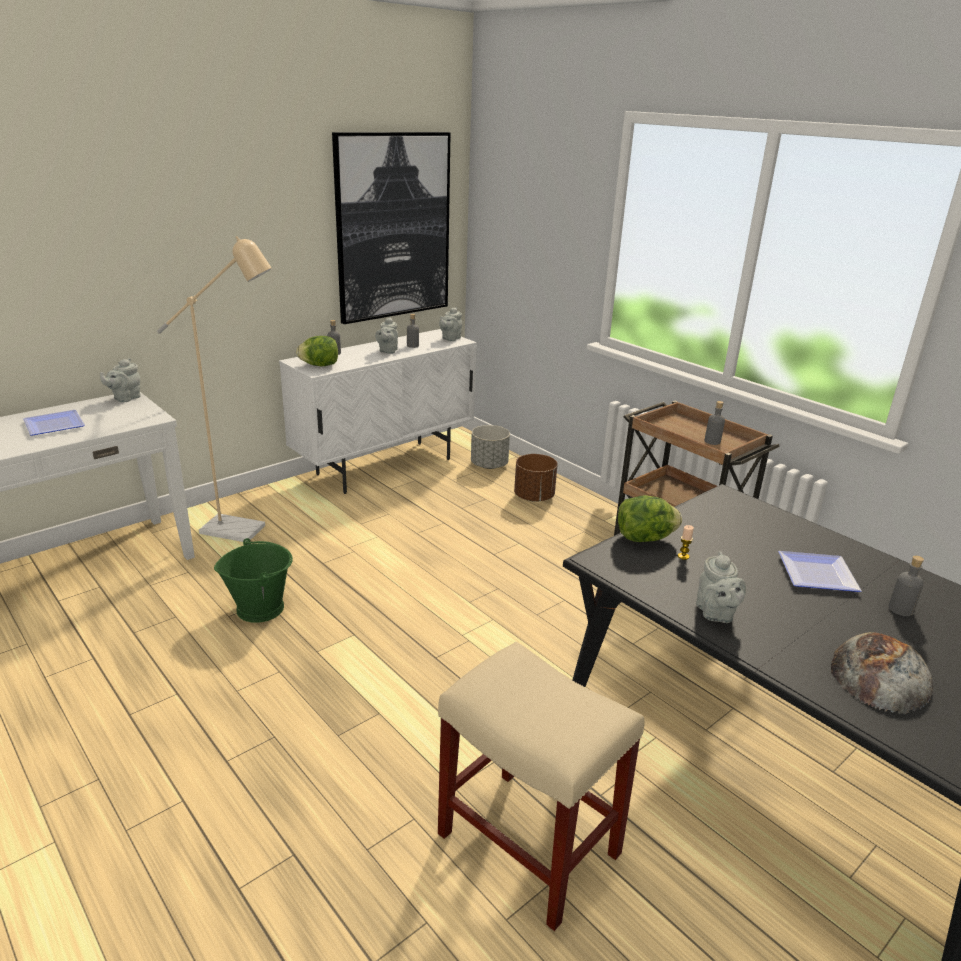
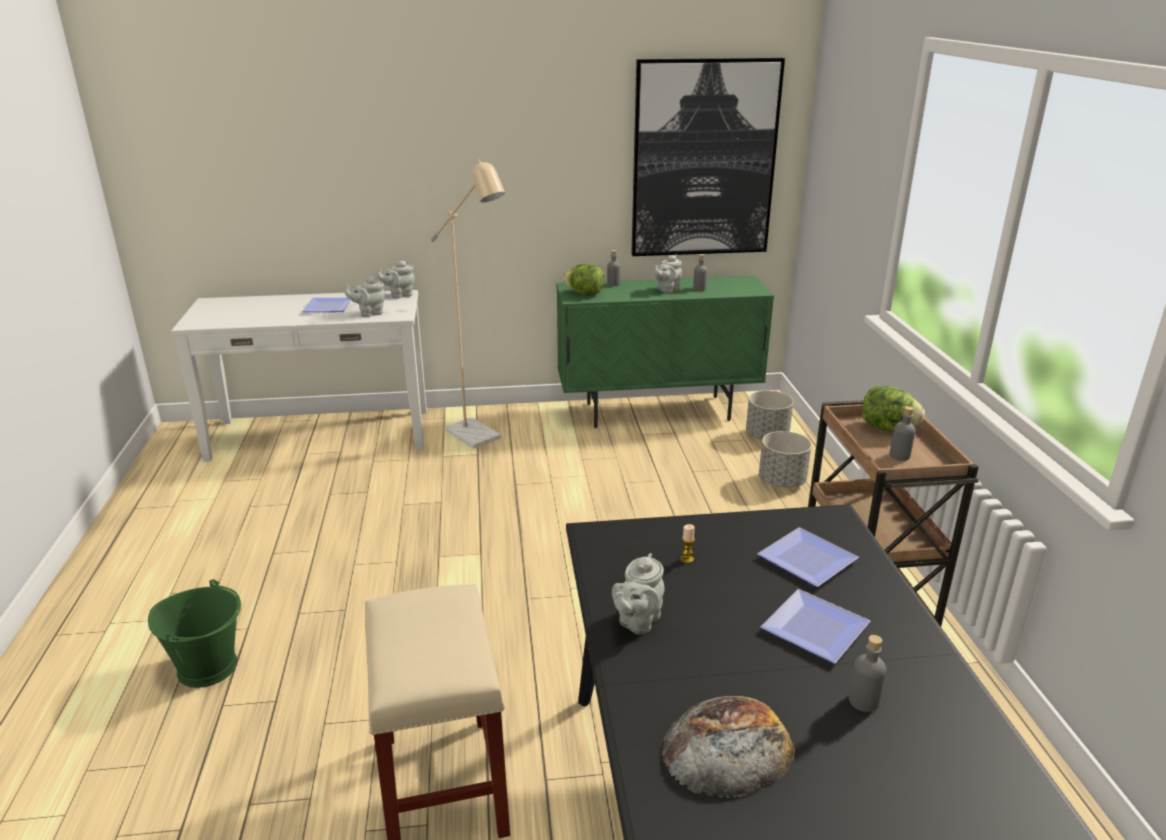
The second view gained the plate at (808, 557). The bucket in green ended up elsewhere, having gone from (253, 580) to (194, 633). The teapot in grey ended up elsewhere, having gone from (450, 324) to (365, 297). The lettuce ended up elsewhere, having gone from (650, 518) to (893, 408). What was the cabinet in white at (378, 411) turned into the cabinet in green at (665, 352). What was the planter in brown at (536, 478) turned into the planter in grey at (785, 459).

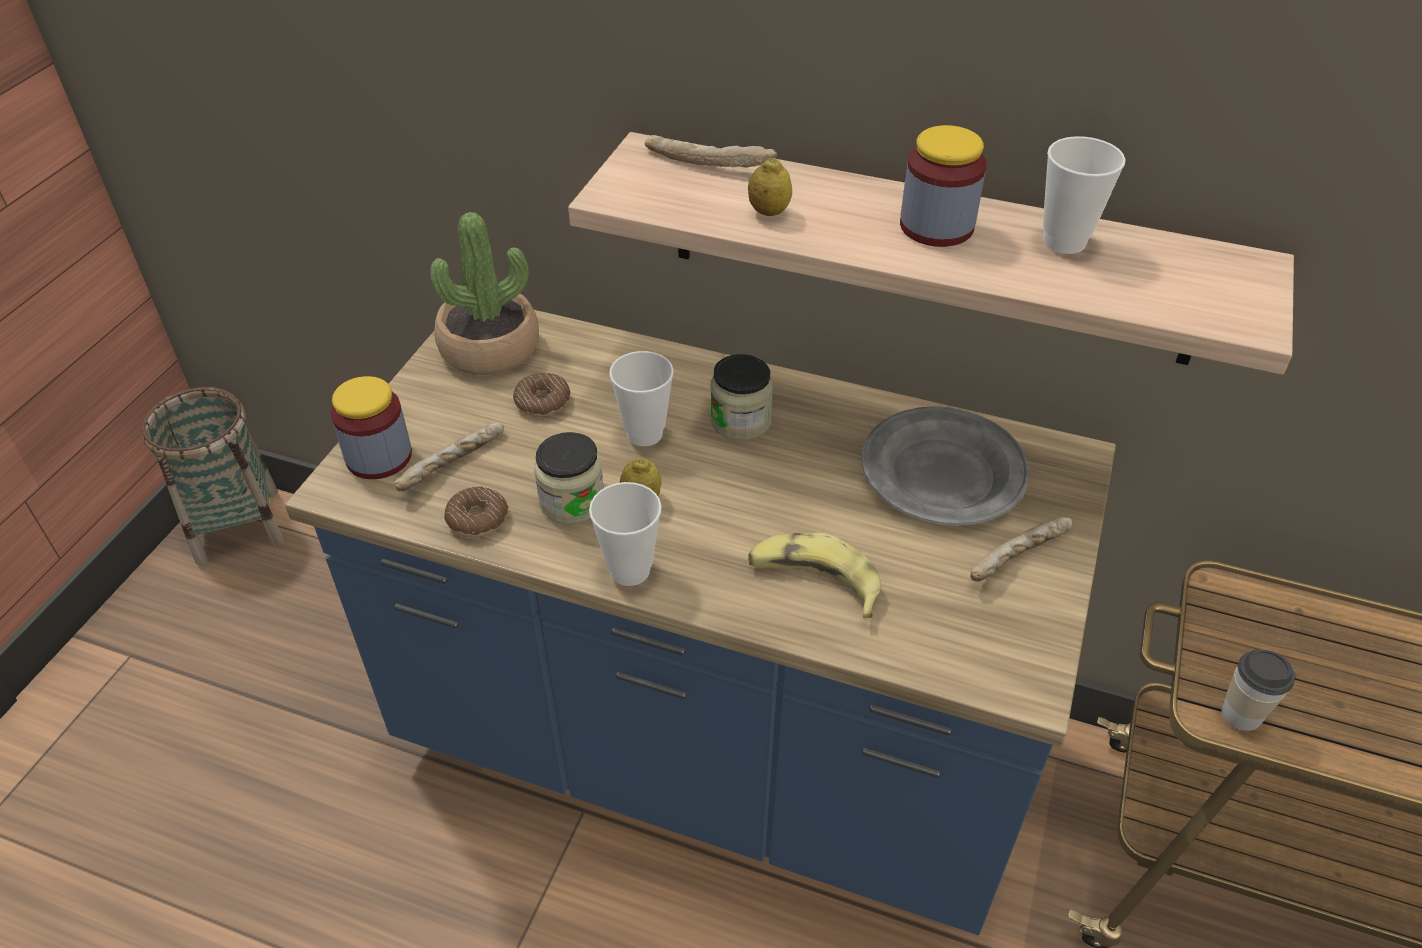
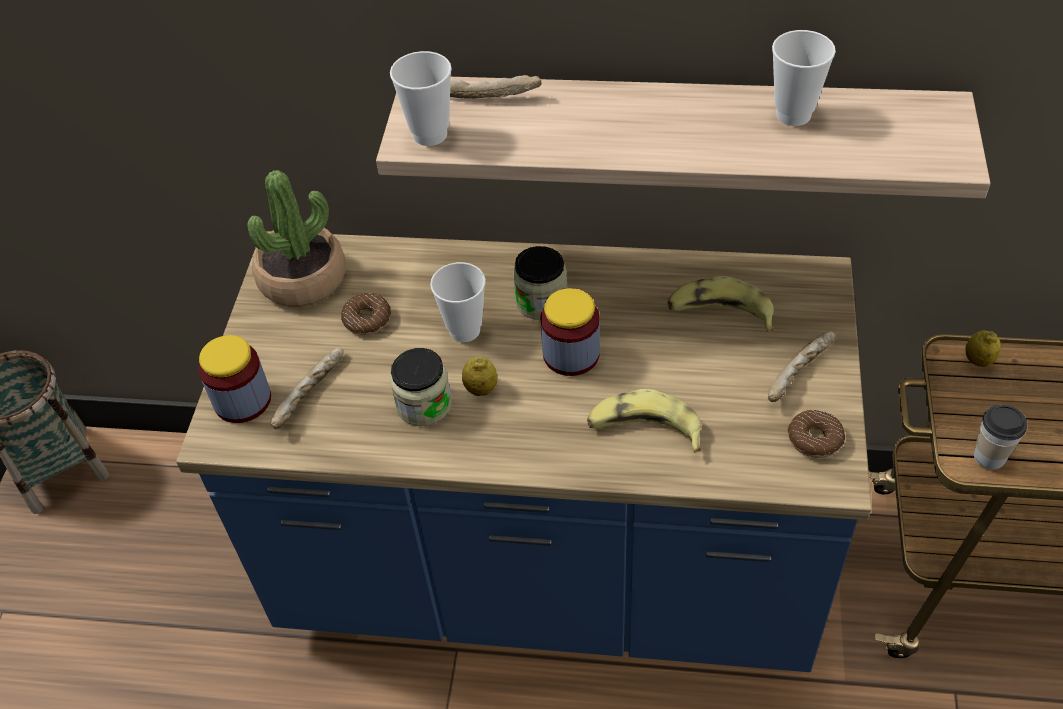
The donut ended up elsewhere, having gone from (476, 512) to (816, 434). The cup ended up elsewhere, having gone from (625, 534) to (421, 98). The lemon ended up elsewhere, having gone from (770, 187) to (983, 348). The jar ended up elsewhere, having gone from (943, 186) to (570, 332). Where the plate in grey stood at (945, 466), the banana came to stand at (721, 304).

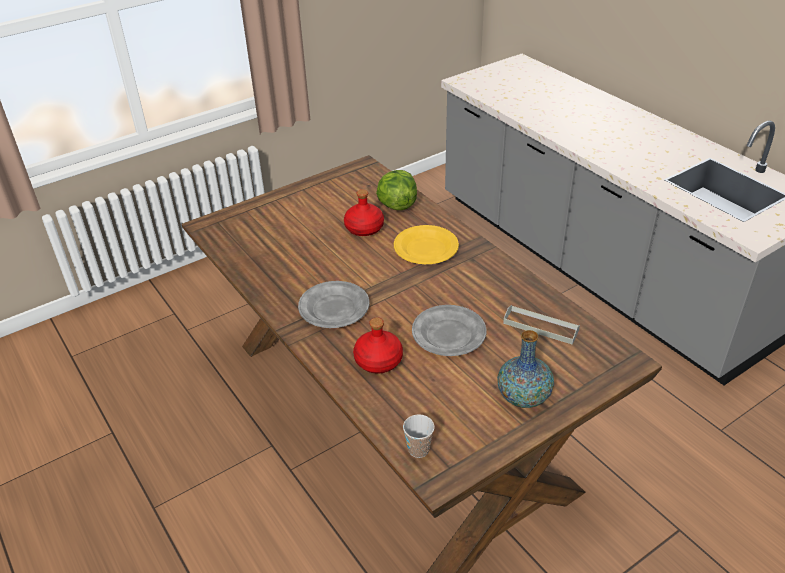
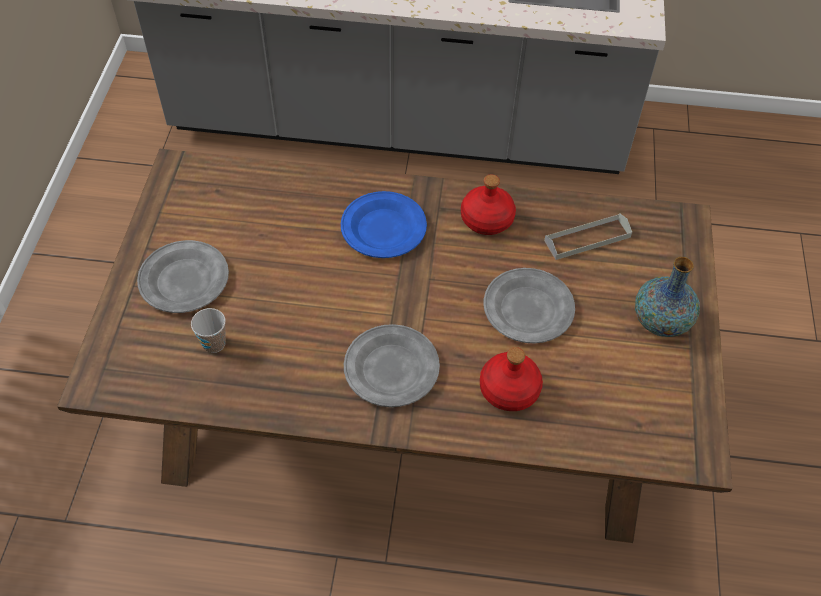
The second view lost the lettuce at (396, 190). The second view gained the plate in grey at (183, 276). The bottle in red ended up elsewhere, having gone from (364, 212) to (488, 204). The cup ended up elsewhere, having gone from (419, 436) to (208, 330). What was the plate in yellow at (426, 244) turned into the plate in blue at (384, 224).

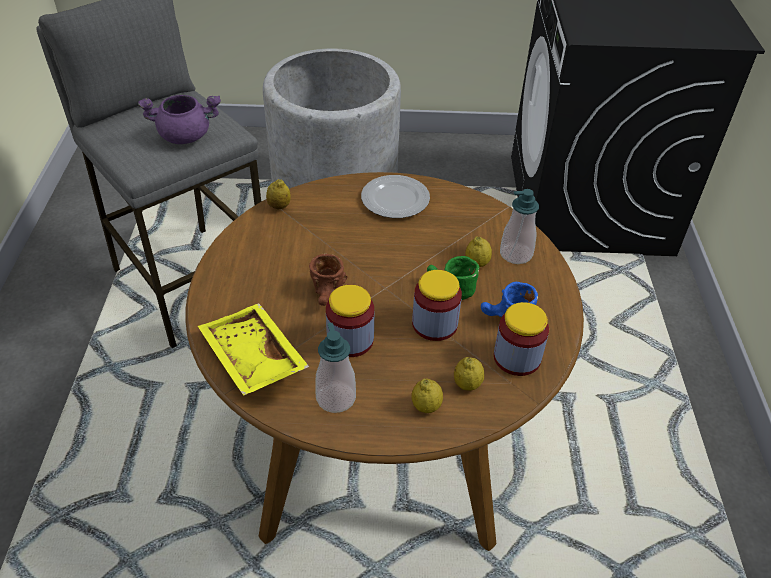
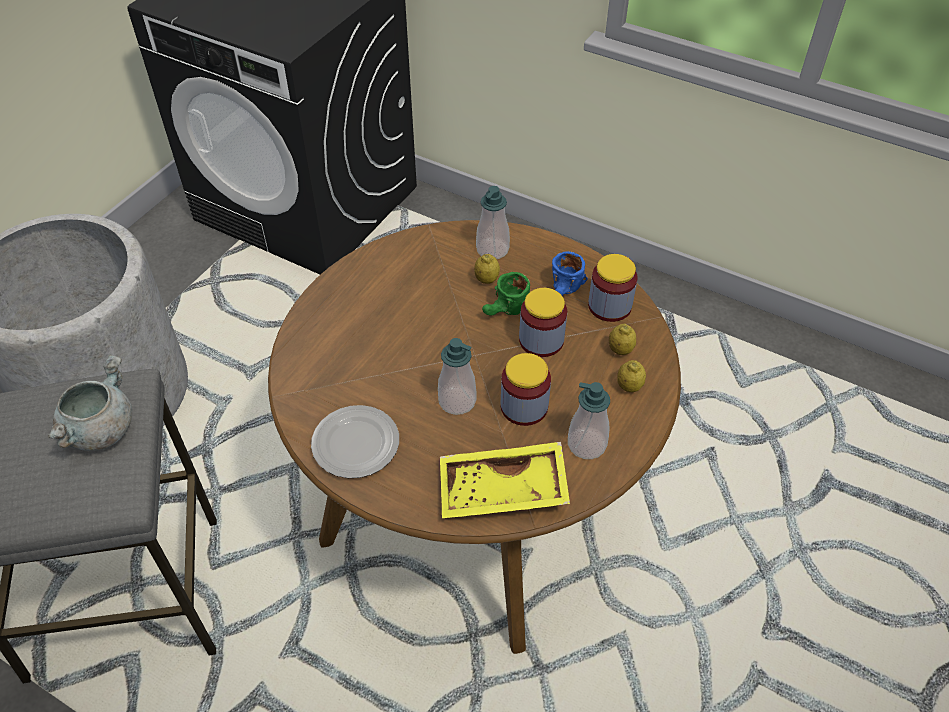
The second view lost the lemon at (278, 194). The plate ended up elsewhere, having gone from (395, 196) to (355, 441). Where the mug in brown stood at (328, 280), the soap dispenser came to stand at (457, 376). What was the cooking pot in purple at (179, 119) turned into the cooking pot in grey at (90, 403).

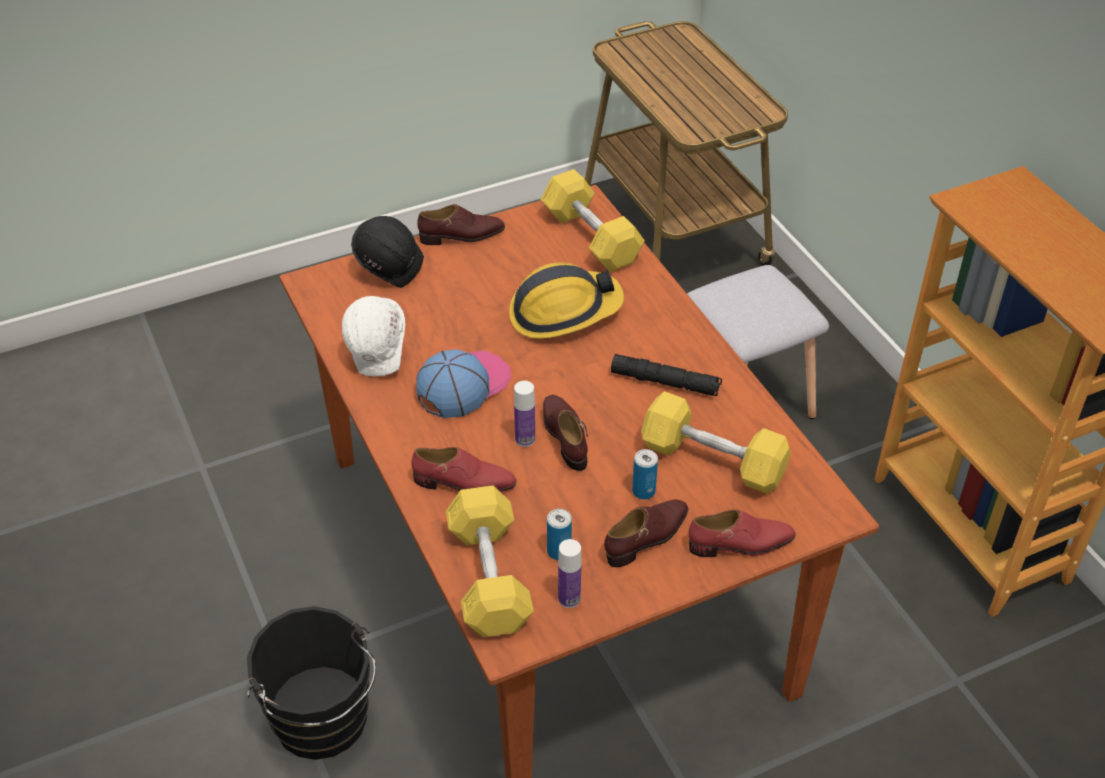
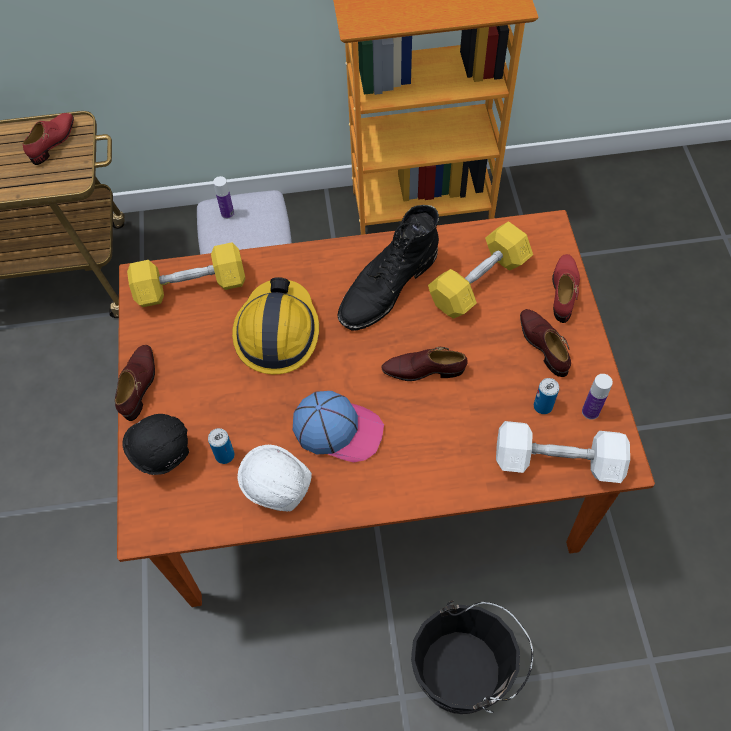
The shoe in red ended up elsewhere, having gone from (463, 469) to (48, 139). The bottle ended up elsewhere, having gone from (524, 414) to (223, 197). The can ended up elsewhere, having gone from (645, 474) to (221, 446). Where the flashlight in black stood at (666, 375), the boot in black came to stand at (388, 268). What was the dumbbell in yellow at (490, 561) turned into the dumbbell in white at (563, 452). The cap at (463, 383) ended up facing another way, 135 degrees clockwise from before.

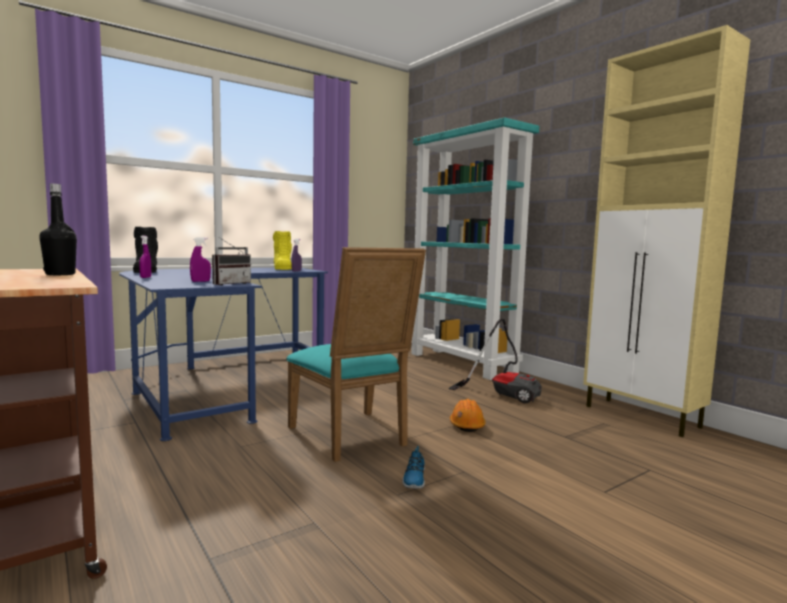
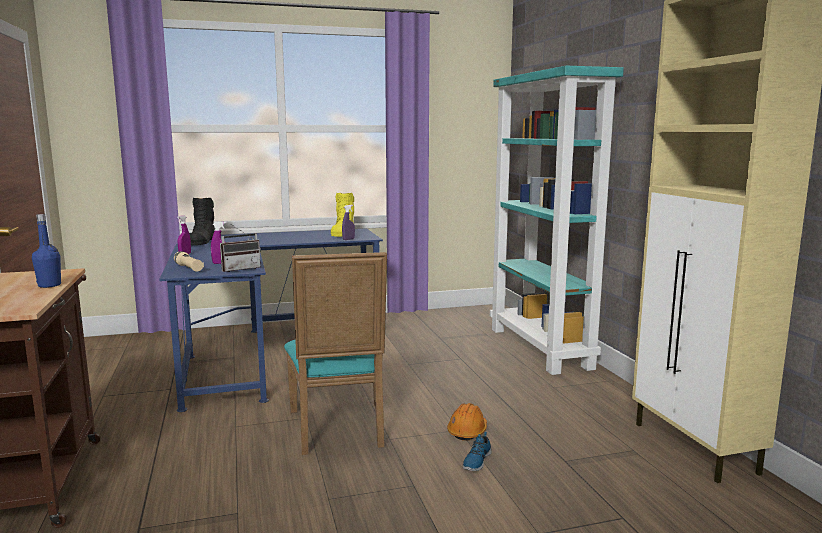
The second view lost the vacuum cleaner at (495, 361). The second view gained the flashlight in beige at (189, 261). The shoe ended up elsewhere, having gone from (413, 467) to (477, 451). What was the bottle in black at (58, 229) turned into the bottle in blue at (46, 251).

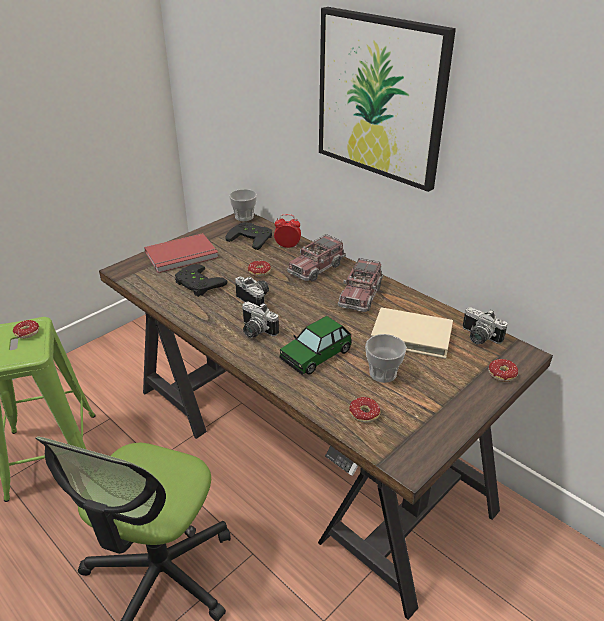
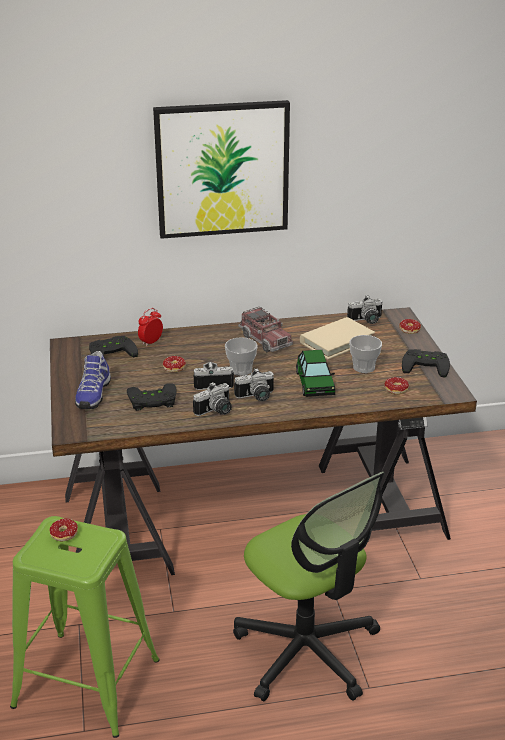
The second view lost the toy truck at (316, 258). The second view gained the photo camera at (212, 399). The second view gained the game controller in black at (426, 363). The cup ended up elsewhere, having gone from (243, 205) to (241, 356). Where the book in red stood at (181, 253), the shoe came to stand at (93, 380).

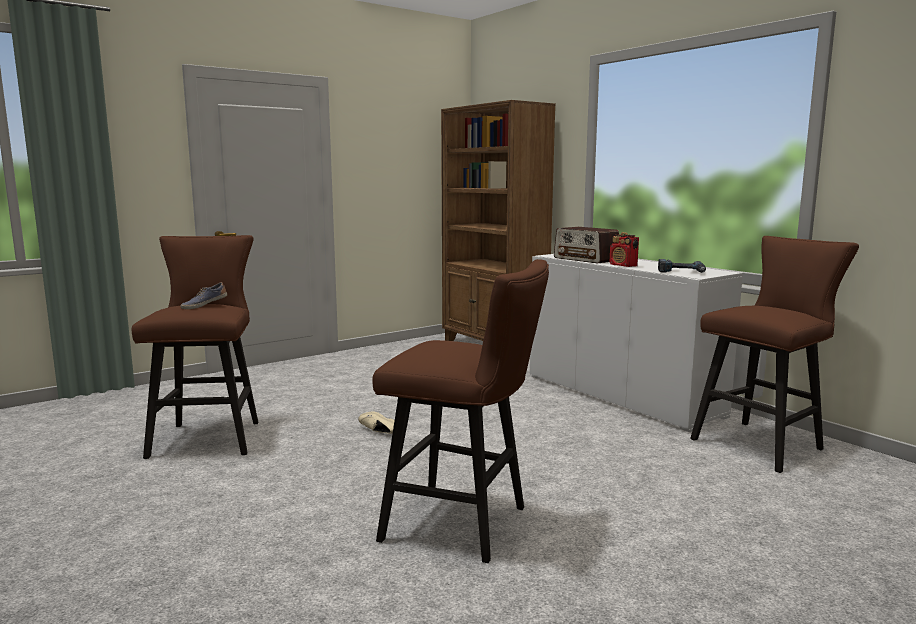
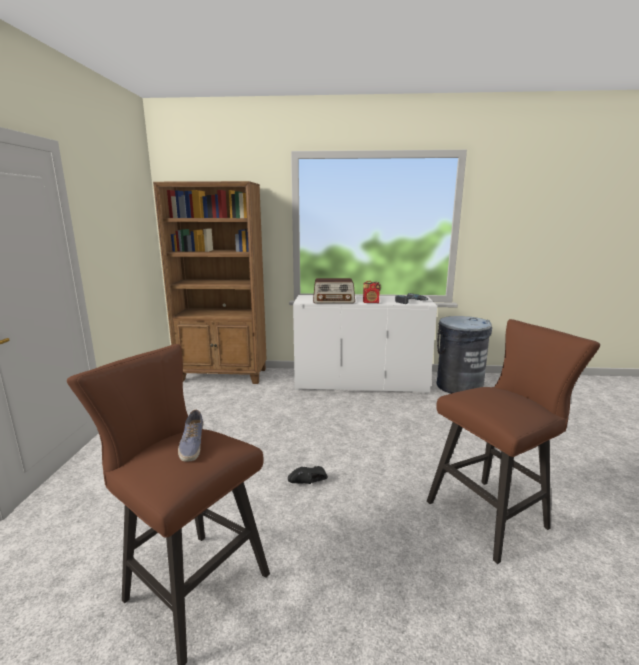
Where the stool in brown stood at (774, 354), the trash can in grey came to stand at (464, 355). What was the shoe in beige at (376, 422) turned into the shoe in black at (308, 475).

